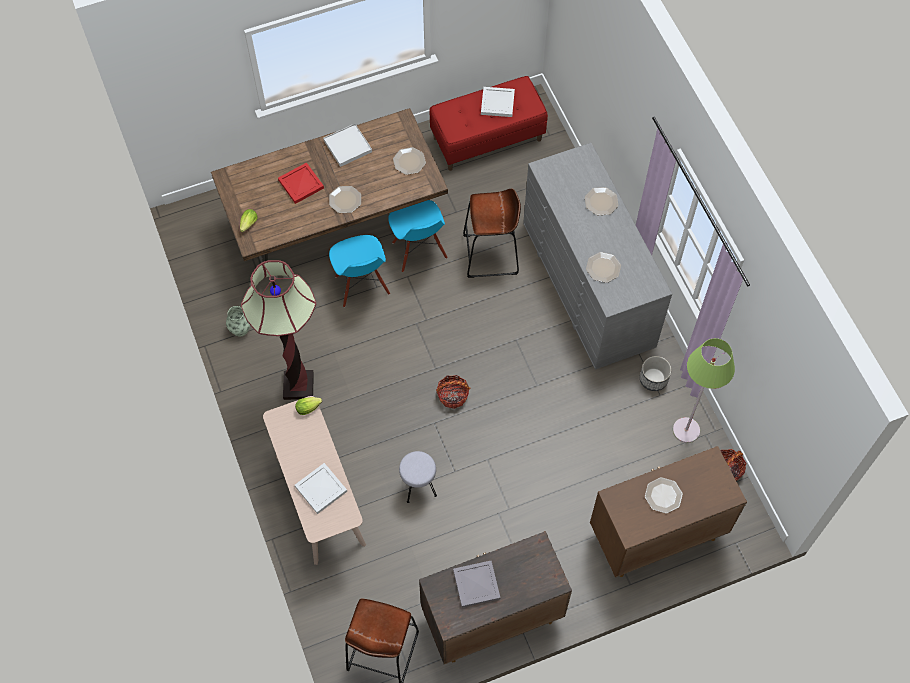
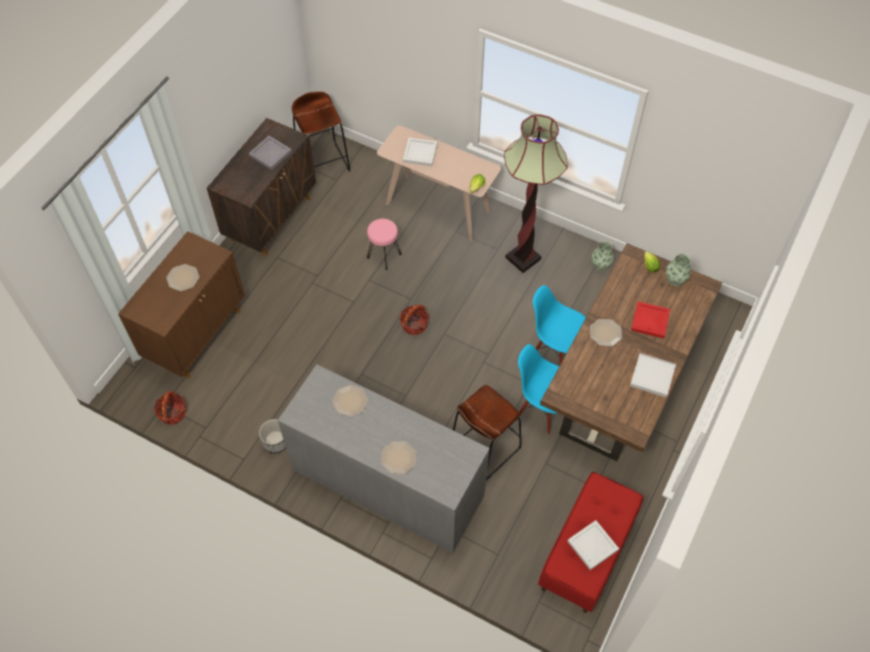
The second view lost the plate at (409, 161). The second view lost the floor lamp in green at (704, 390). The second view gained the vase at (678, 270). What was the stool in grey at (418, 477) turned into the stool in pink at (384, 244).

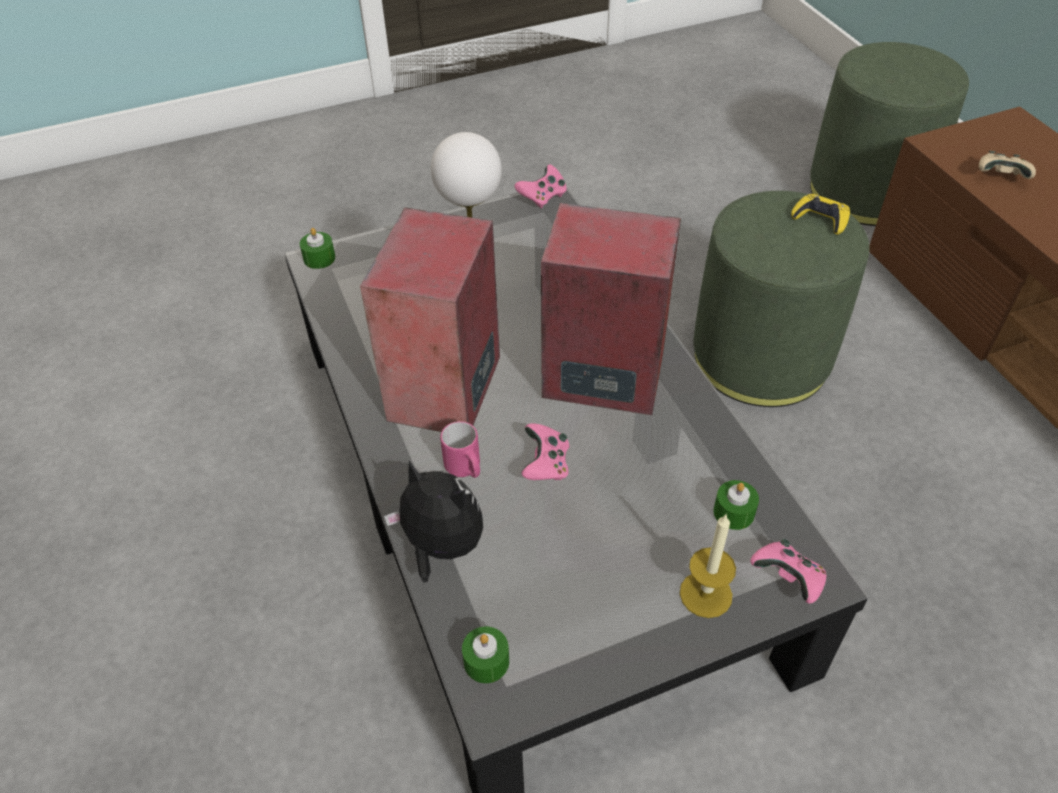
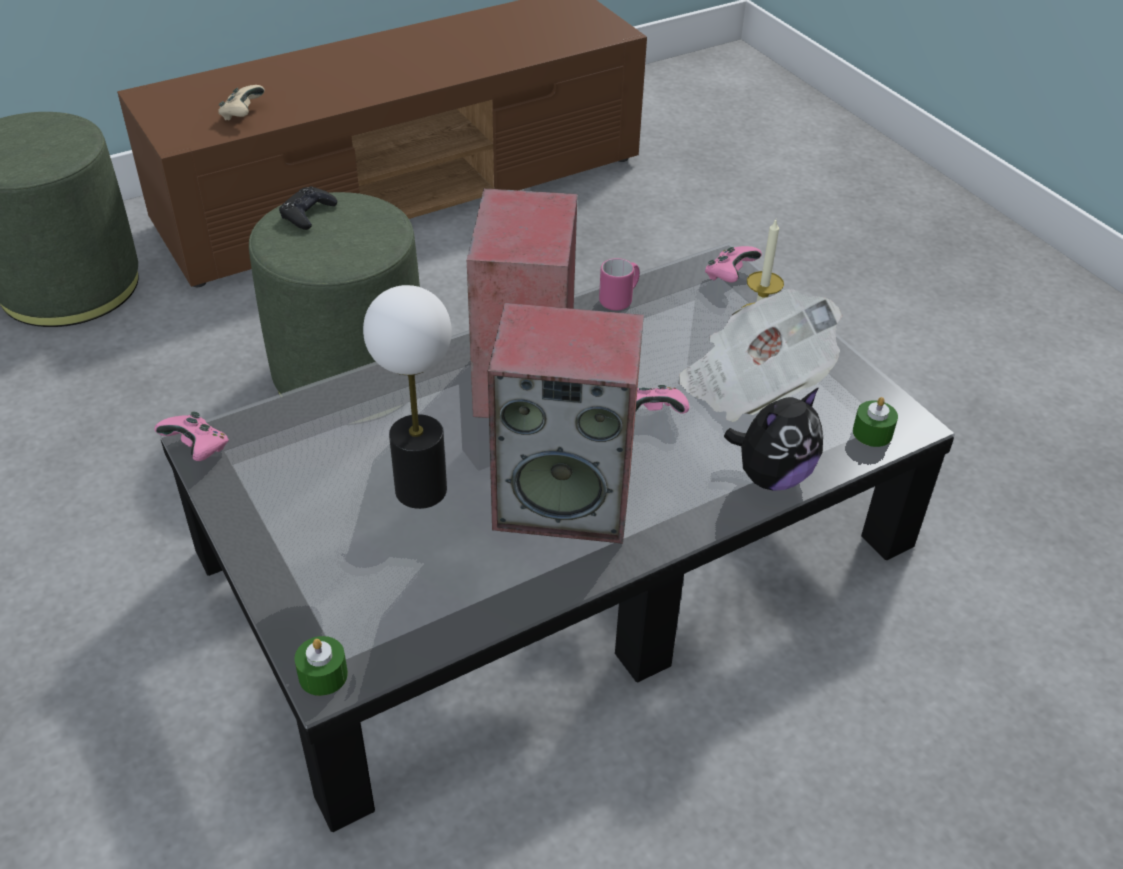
The second view lost the candle in green at (736, 505). The second view gained the newspaper at (761, 355). The mug in pink ended up elsewhere, having gone from (460, 449) to (619, 284). What was the game controller in yellow at (820, 214) turned into the game controller in black at (308, 208). The plush toy at (433, 522) ended up facing another way, 150 degrees counterclockwise from before.

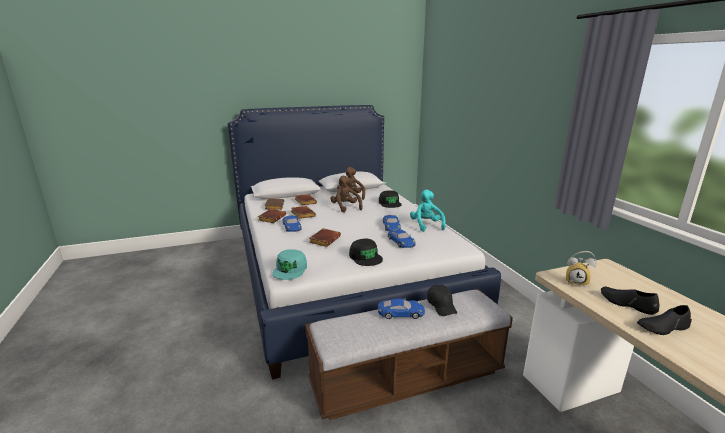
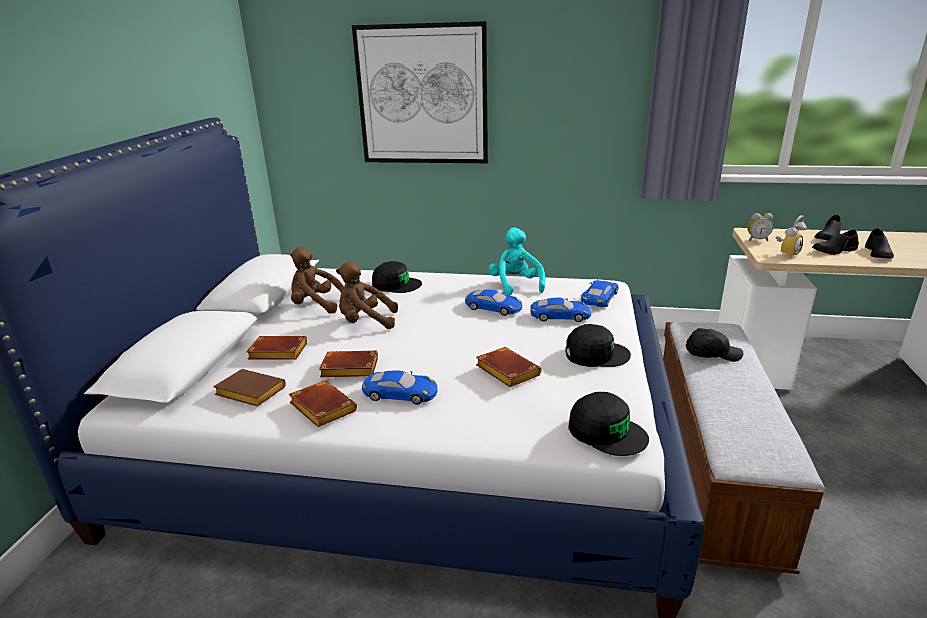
The second view gained the picture at (420, 92). The second view gained the alarm clock at (760, 227). The second view gained the shoe in black at (828, 227). The toy car in blue ended up elsewhere, having gone from (401, 308) to (599, 293). What was the cap in turquoise at (289, 264) turned into the cap in black at (608, 424). The plush toy in turquoise at (428, 210) ended up facing another way, 60 degrees clockwise from before.

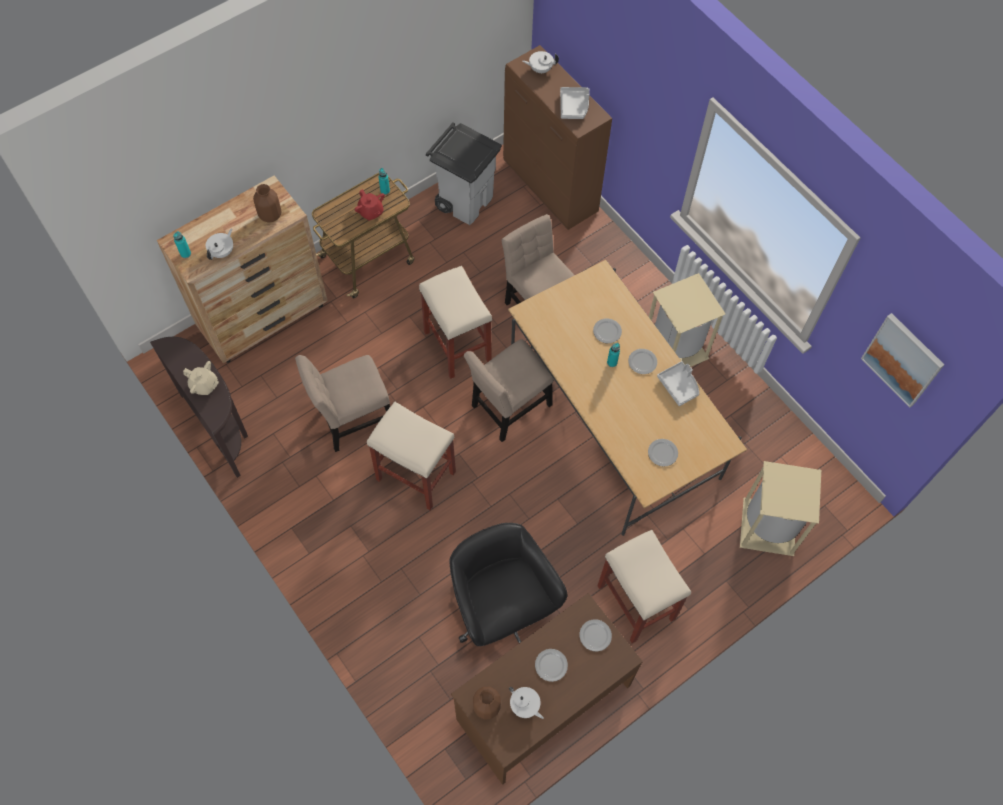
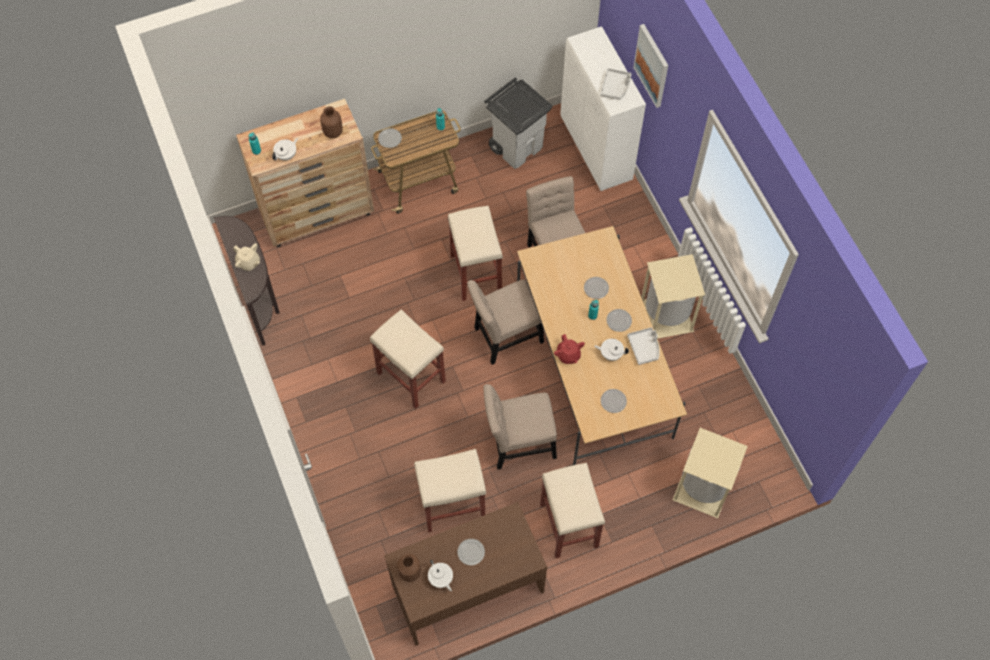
The chair in beige ended up elsewhere, having gone from (342, 403) to (520, 427). The teapot in red ended up elsewhere, having gone from (370, 205) to (569, 349). The teapot in white ended up elsewhere, having gone from (540, 62) to (611, 350). The plate ended up elsewhere, having gone from (595, 635) to (390, 138). The picture ended up elsewhere, having gone from (902, 360) to (650, 66). Where the office chair in black stood at (508, 585), the stool in beige came to stand at (450, 490). What was the cabinet in brown at (557, 137) turned into the cabinet in white at (603, 108).

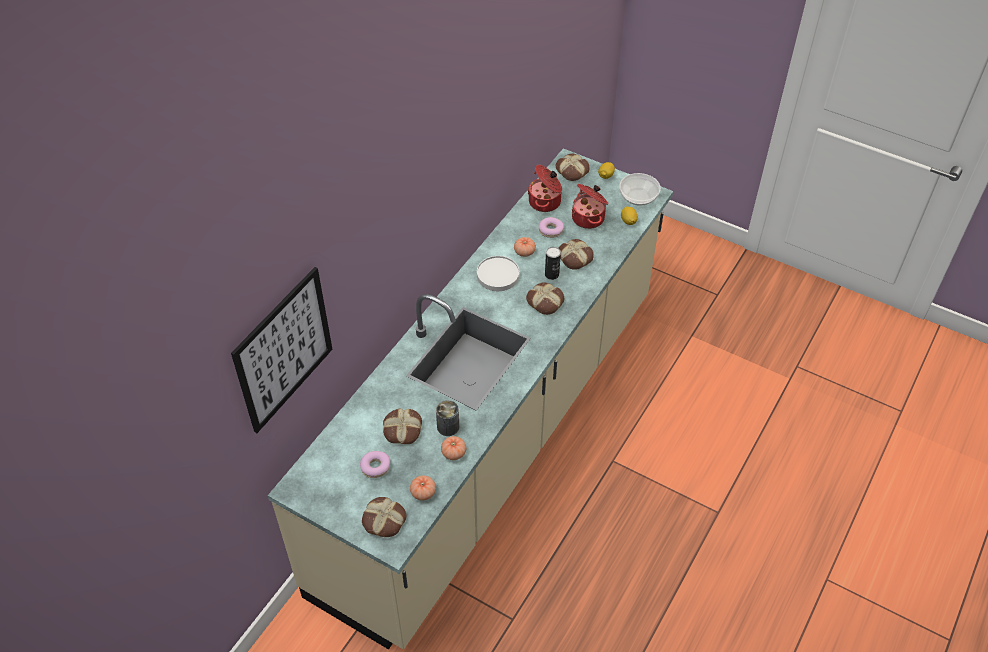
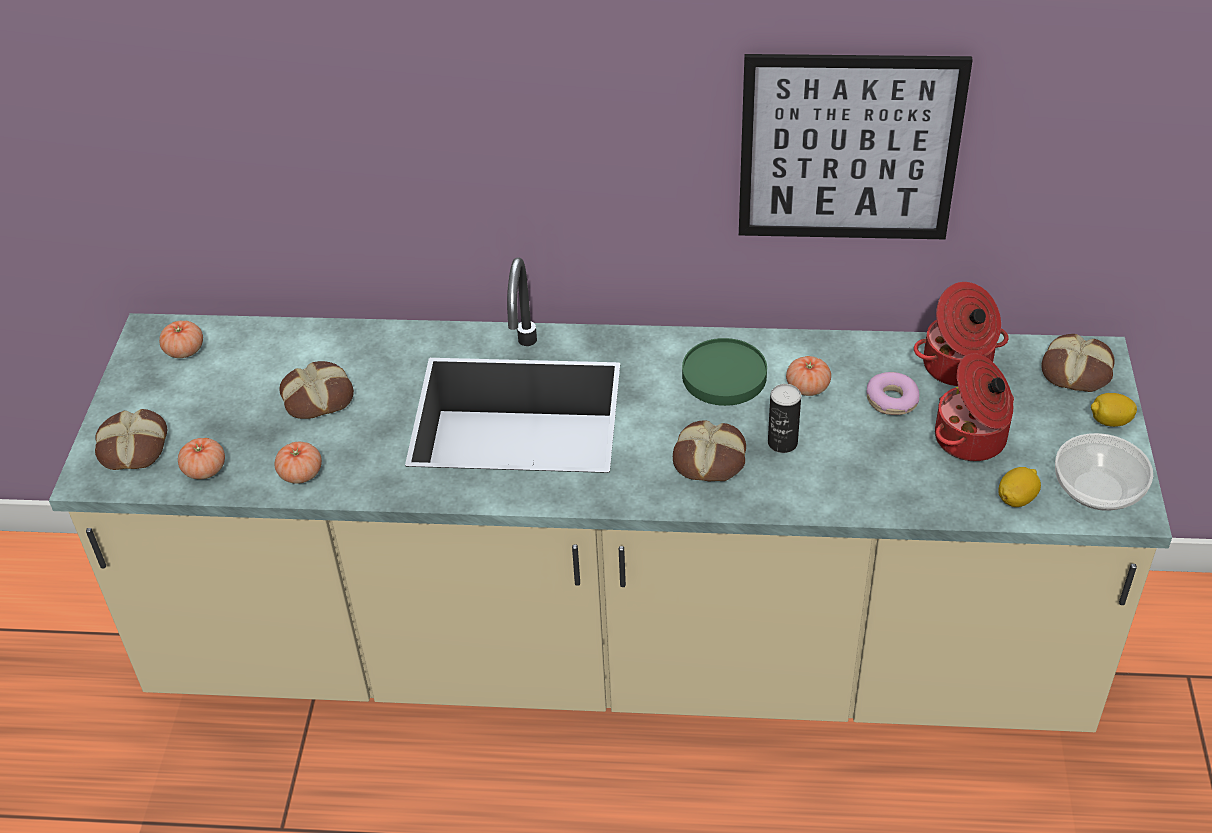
The second view lost the donut at (375, 464). The second view lost the can at (447, 418). The second view lost the bread at (576, 254). The second view gained the tomato at (181, 339). The picture ended up elsewhere, having gone from (281, 350) to (856, 146). What was the plate in white at (498, 273) turned into the plate in green at (724, 372).

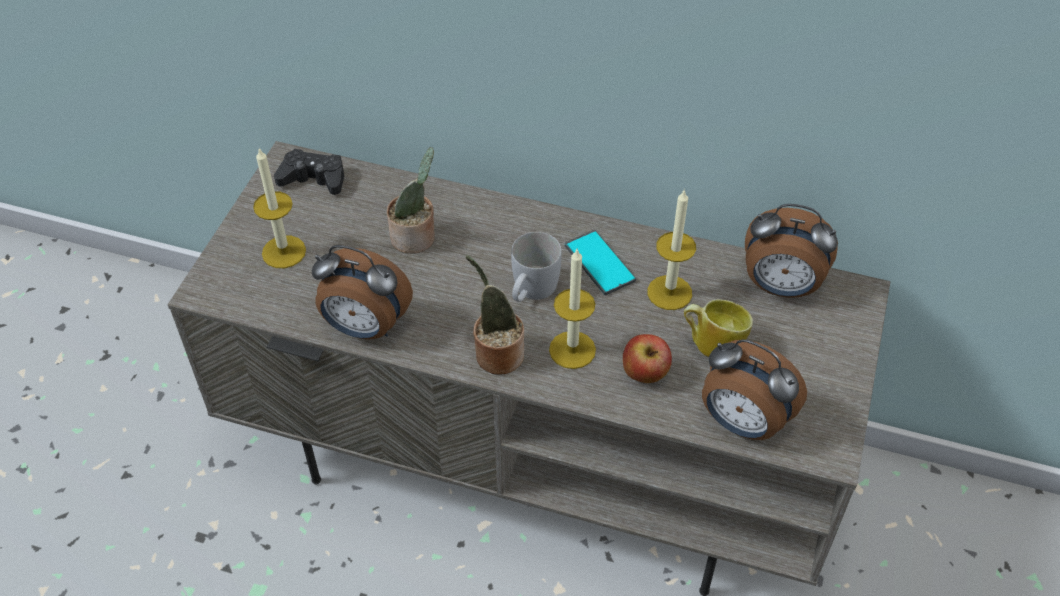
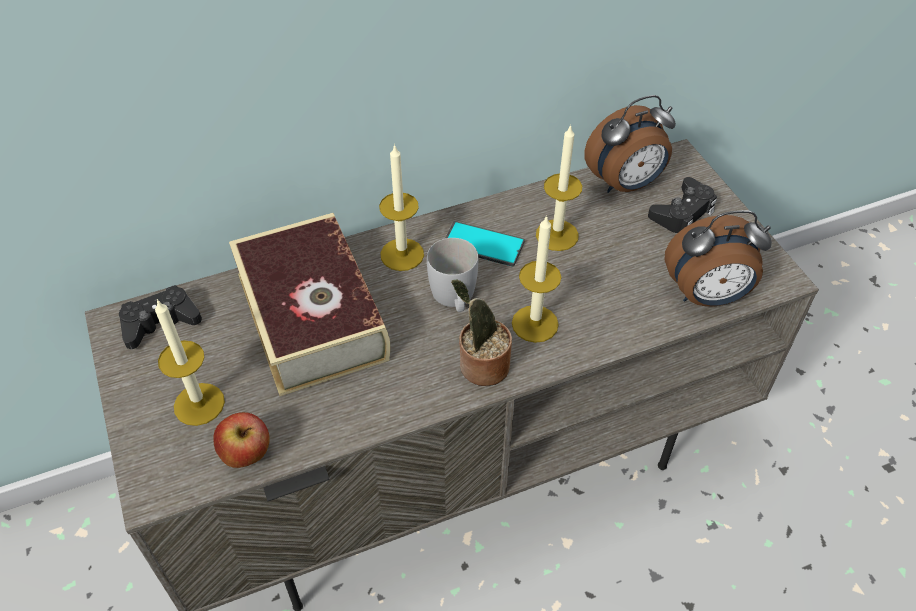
The second view lost the alarm clock at (362, 292). The second view lost the mug at (718, 328). The second view gained the candle at (401, 207). The second view gained the game controller in black at (682, 205). The apple ended up elsewhere, having gone from (647, 358) to (241, 440). Where the potted plant stood at (411, 200), the book came to stand at (309, 304).

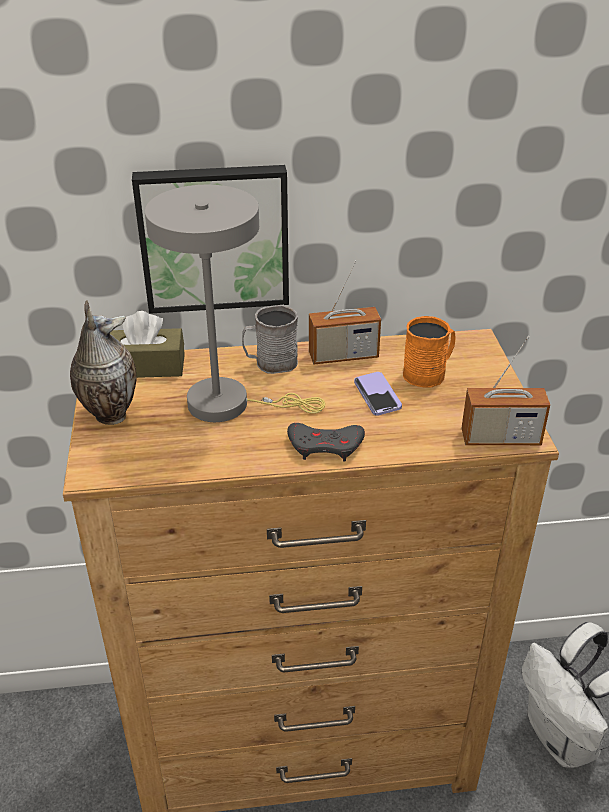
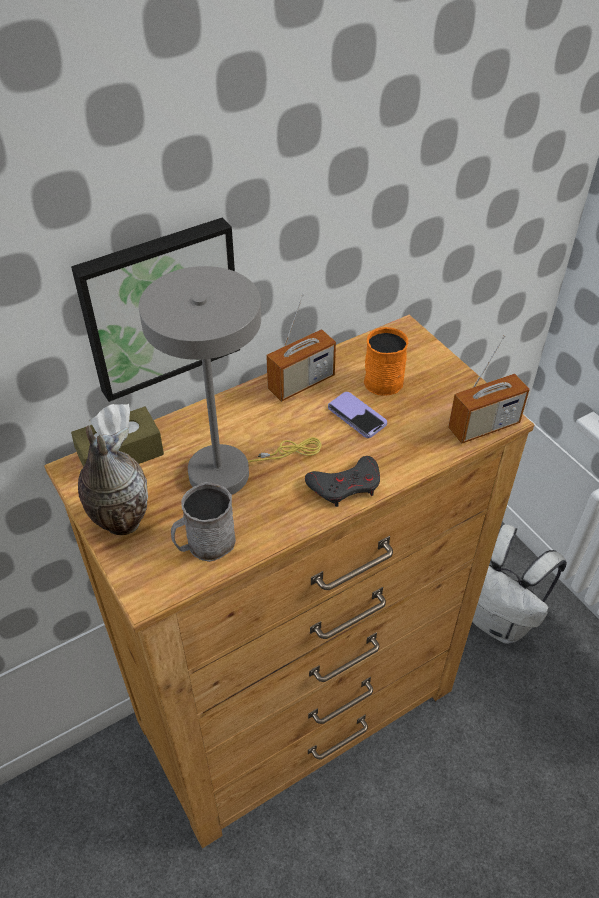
The mug in grey ended up elsewhere, having gone from (270, 339) to (203, 522).

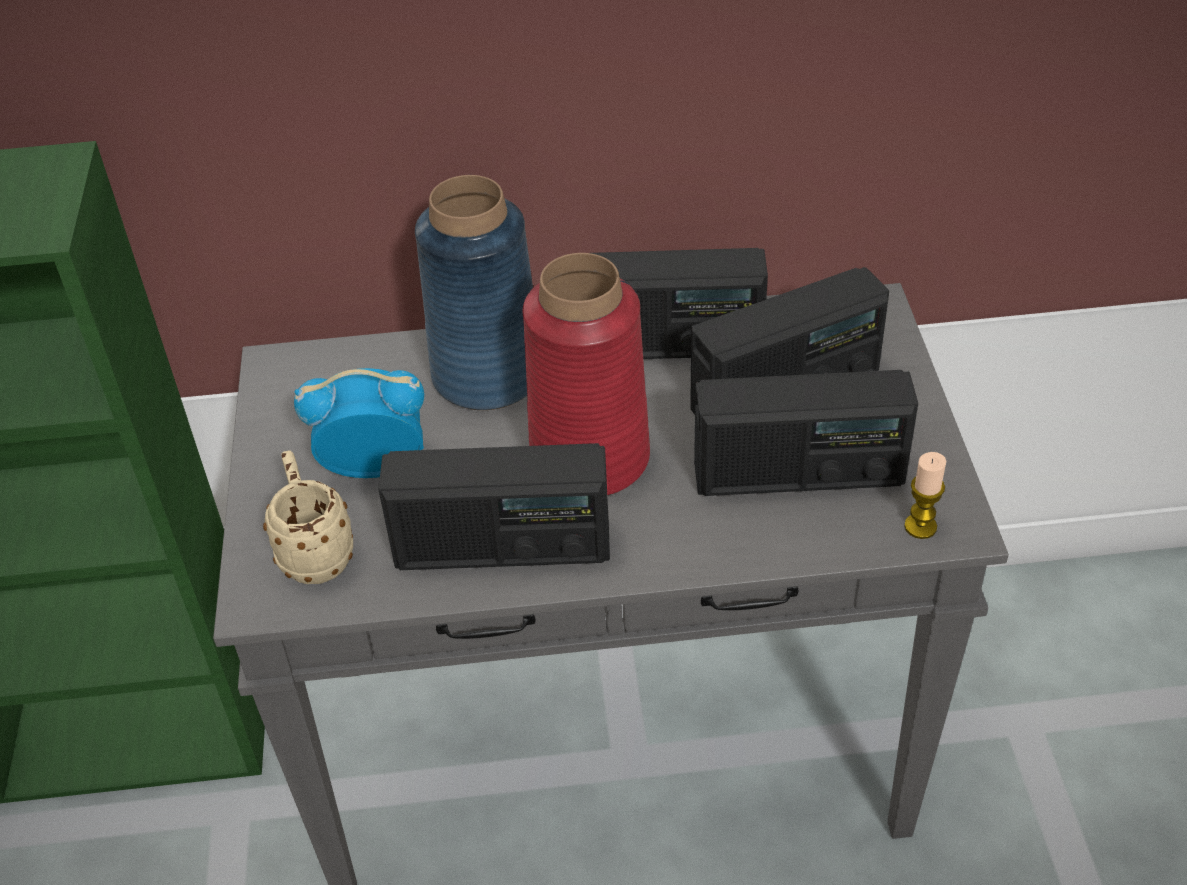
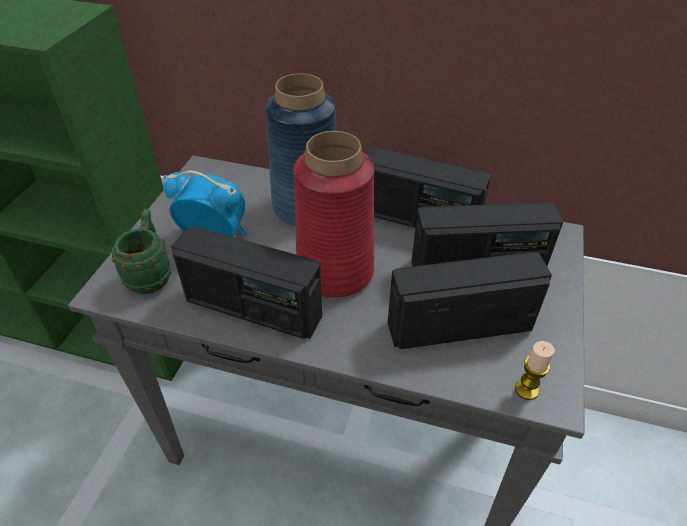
What was the mug in beige at (308, 517) turned into the mug in green at (141, 251). The radio at (806, 433) ended up facing another way, 150 degrees clockwise from before.

